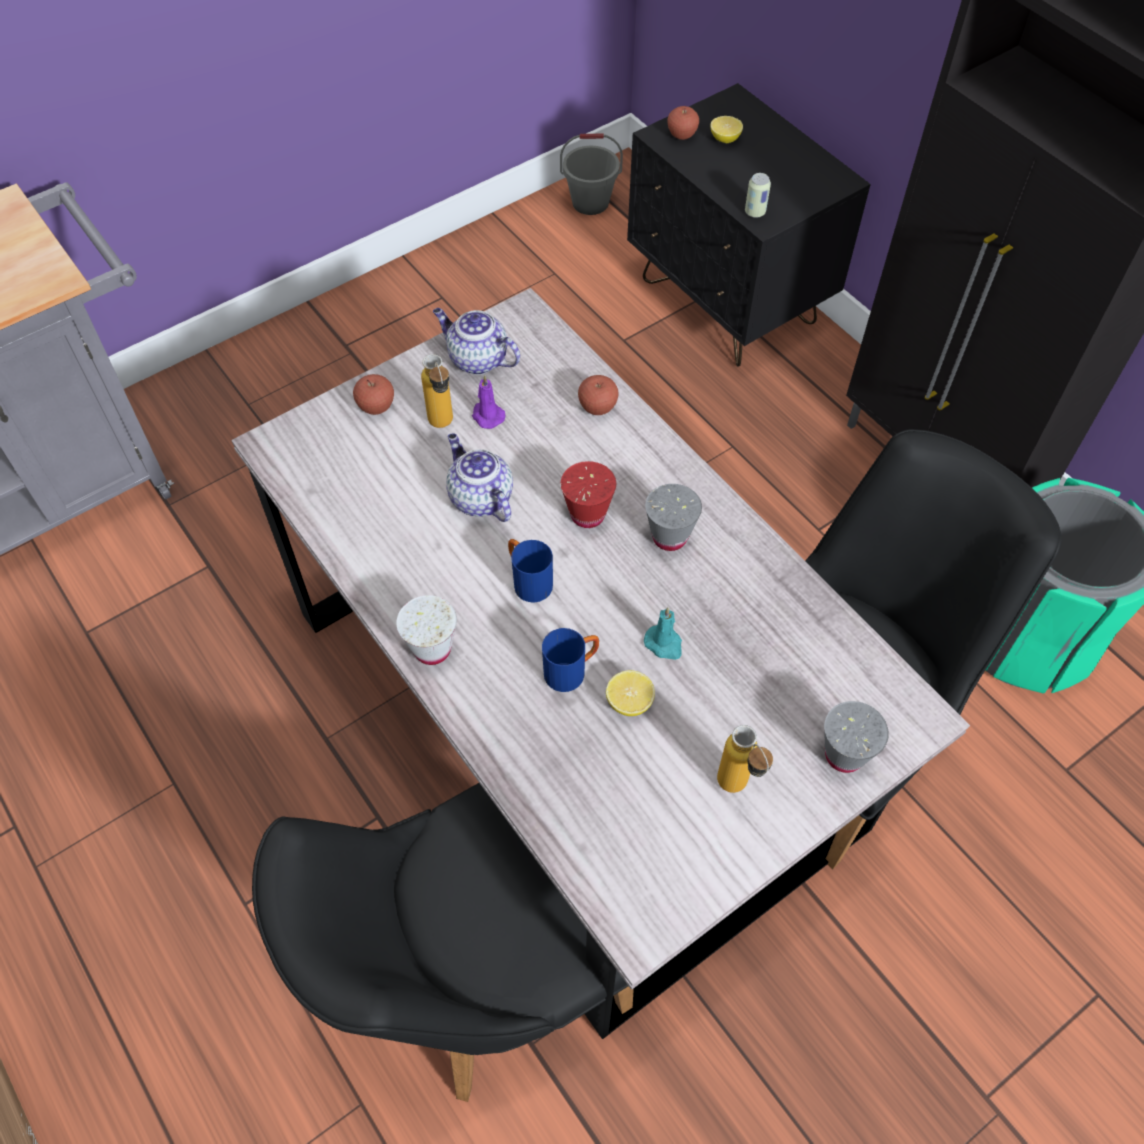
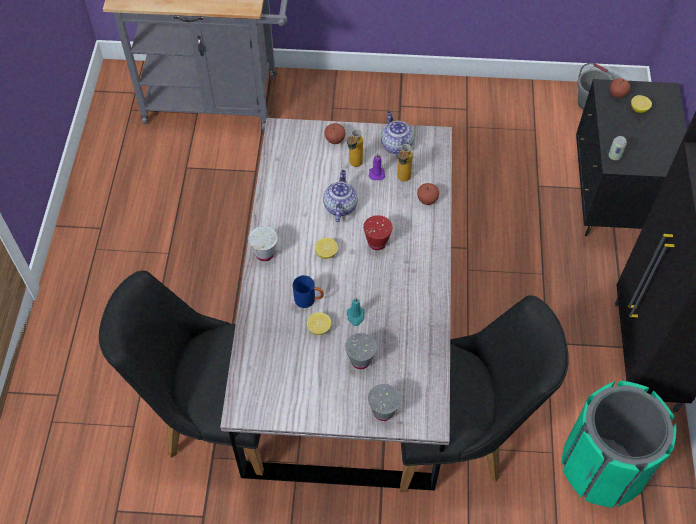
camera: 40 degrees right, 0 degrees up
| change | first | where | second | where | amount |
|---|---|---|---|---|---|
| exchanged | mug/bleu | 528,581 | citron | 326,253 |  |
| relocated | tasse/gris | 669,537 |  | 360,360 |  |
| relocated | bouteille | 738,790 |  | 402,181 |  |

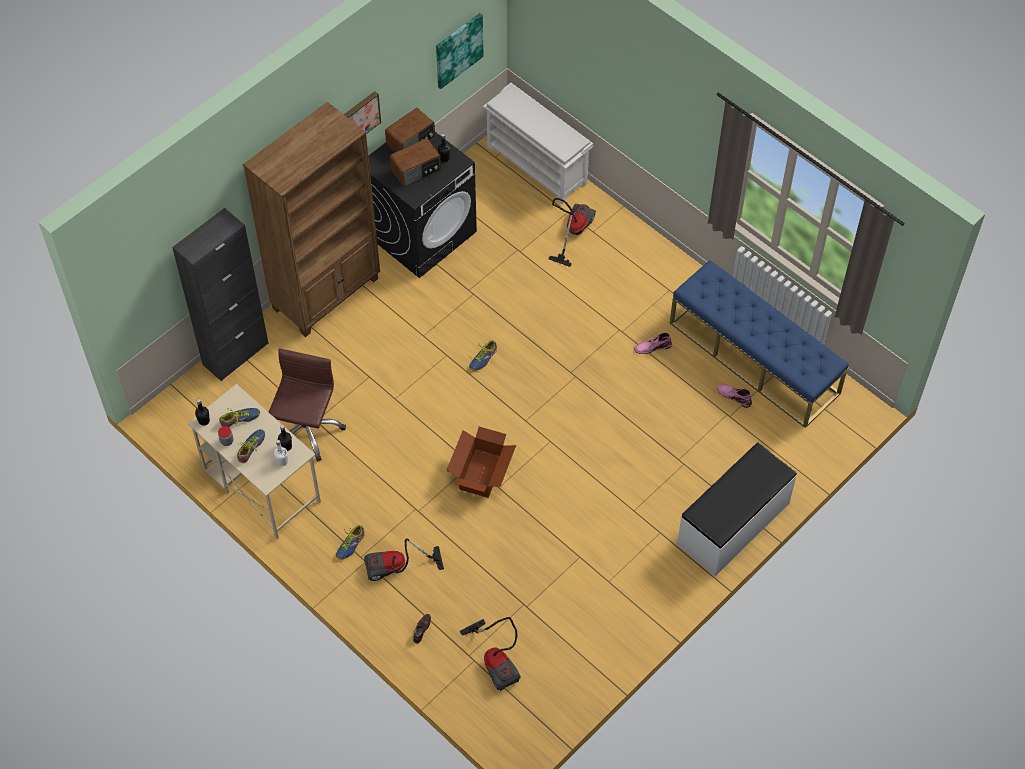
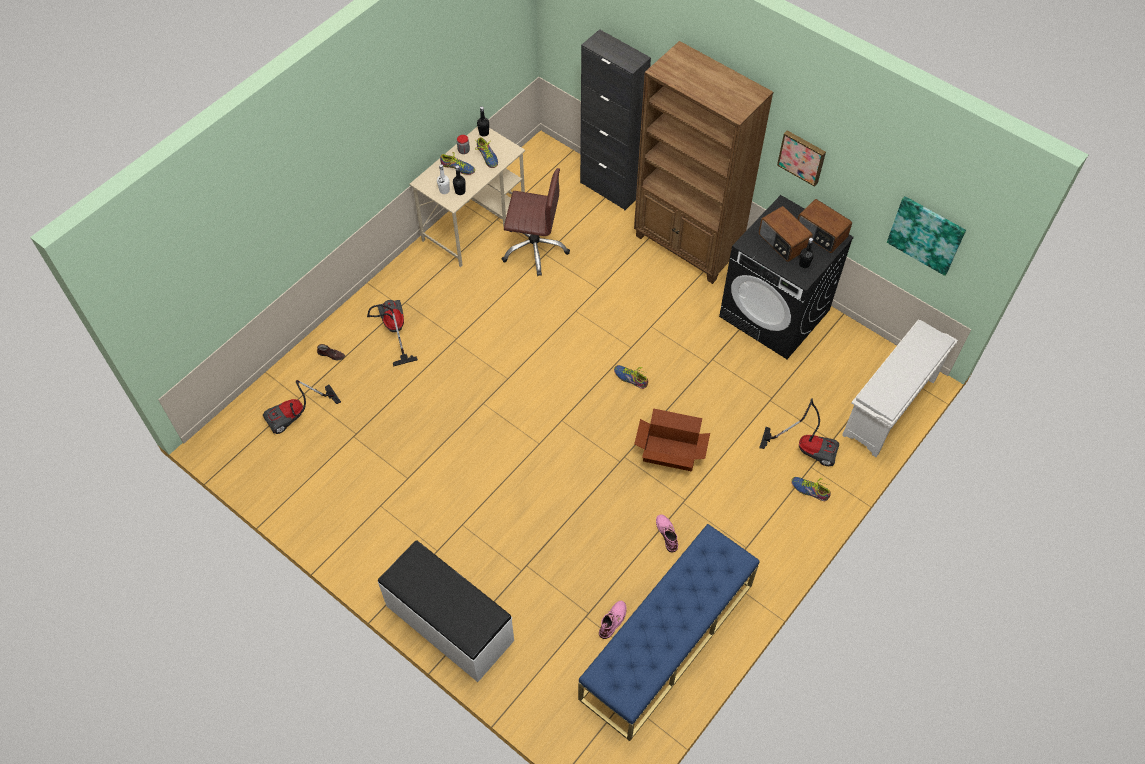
camera: 85 degrees right, 0 degrees up
| change | first | where | second | where | amount |
|---|---|---|---|---|---|
| relocated | carton | 482,473 |  | 670,453 |  |
| relocated | chaussure | 350,545 |  | 810,490 |  |

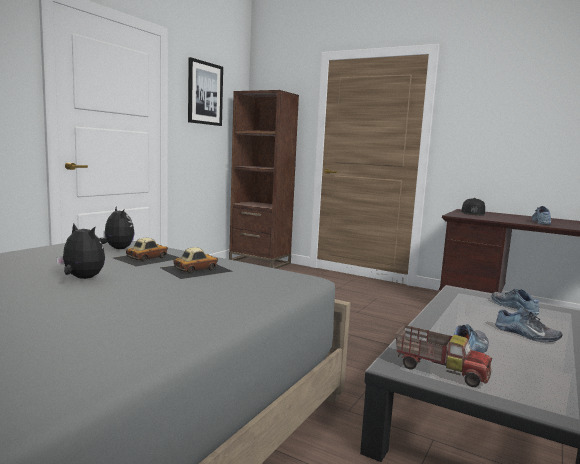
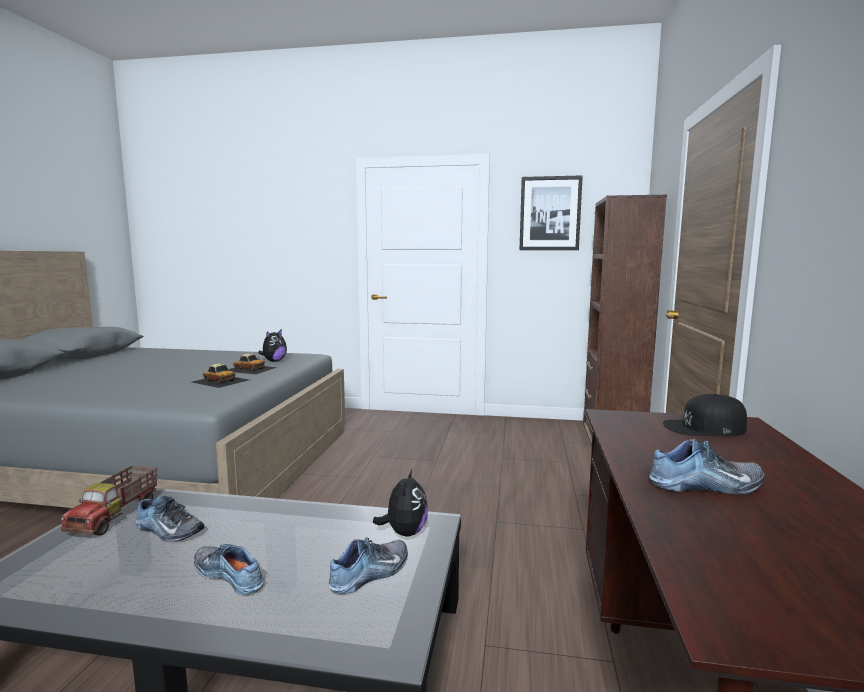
camera: 70 degrees right, 0 degrees up
| change | first | where | second | where | amount |
|---|---|---|---|---|---|
| spun | chaussure | 526,334 |  | 231,575 | 105 degrees clockwise |
| relocated | peluche | 82,278 |  | 404,532 |  |

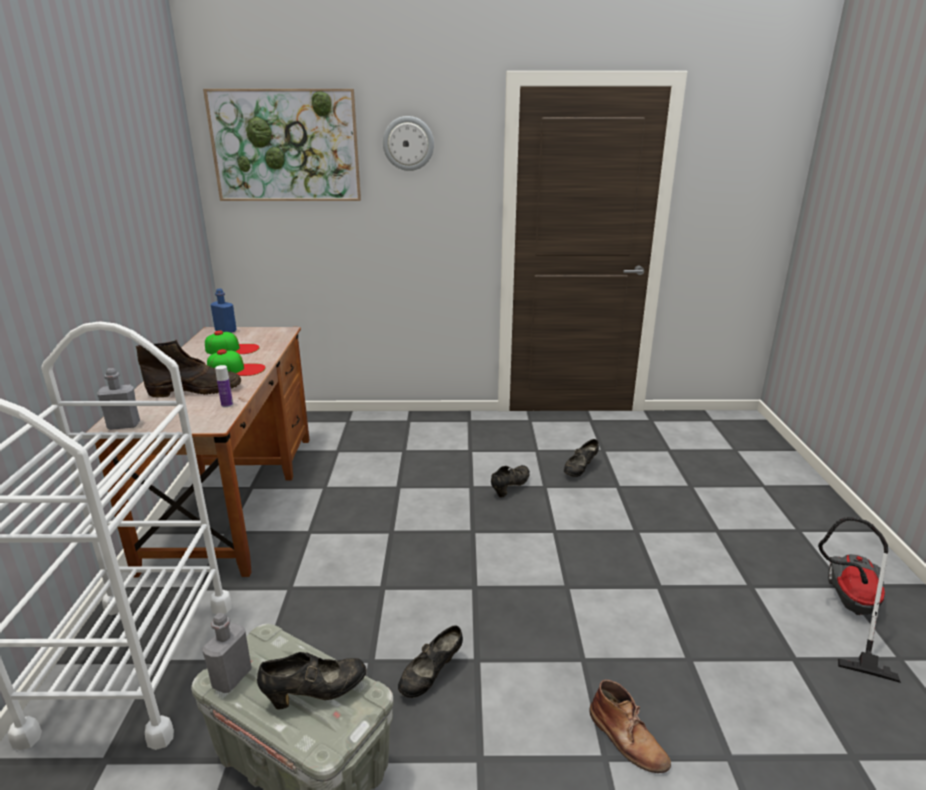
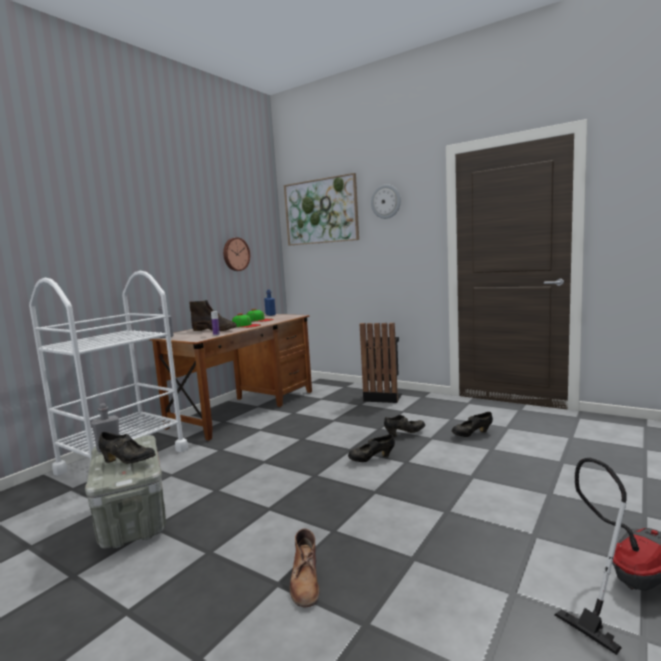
camera: 35 degrees right, 15 degrees down
| change | first | where | second | where | amount |
|---|---|---|---|---|---|
| appeared |  |  | horloge murale | 235,254 |  |
| relocated | chaussure/noir | 431,676 |  | 371,459 |  |
| appeared |  |  | poubelle/noir | 383,396 |  |

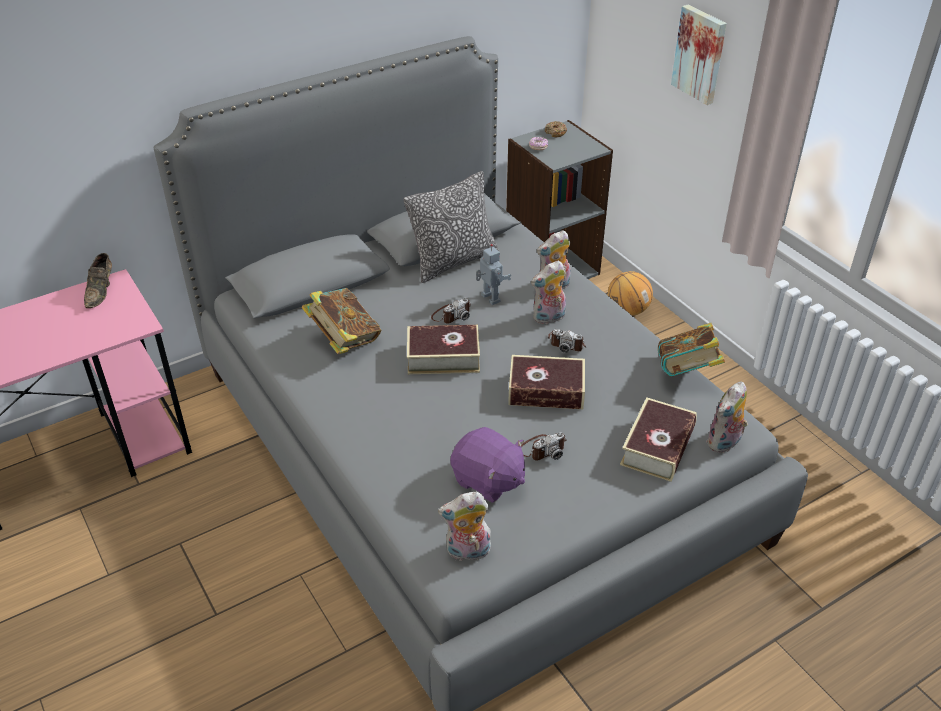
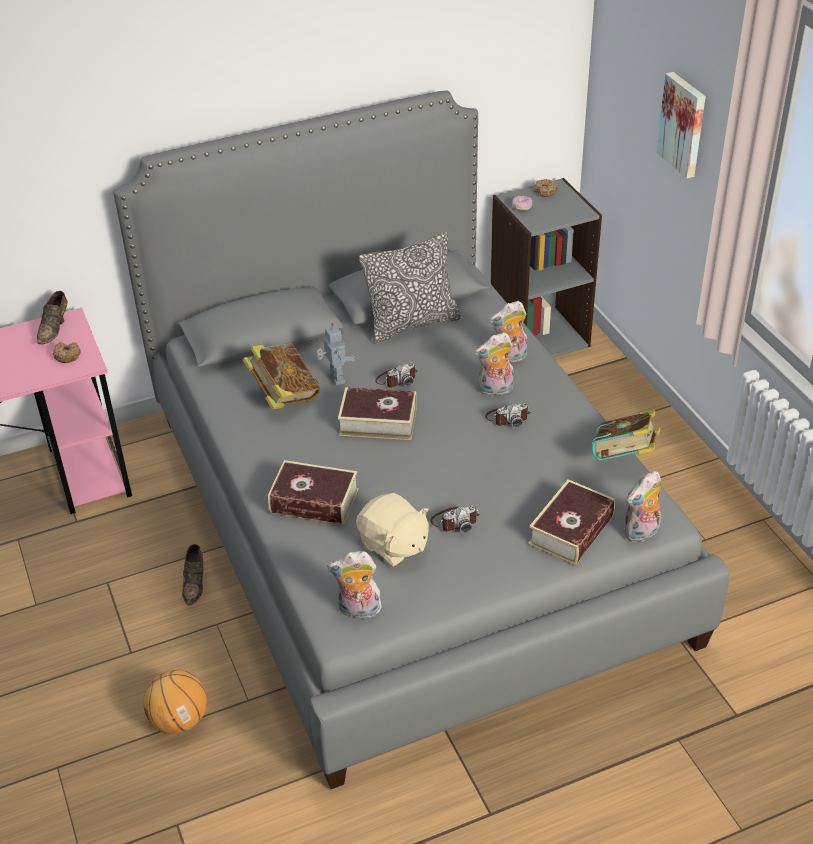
camera: 10 degrees right, 0 degrees up
| change | first | where | second | where | amount |
|---|---|---|---|---|---|
| appeared |  |  | beignet | 67,356 |  |
| relocated | ballon de basket | 627,311 |  | 179,720 |  |
| appeared |  |  | chaussure/marron | 195,583 |  |
| relocated | livre | 546,390 |  | 314,501 |  |
| relocated | robot jouet | 489,299 |  | 335,379 |  |
| colour | peluche/violet | 488,480 | peluche/beige | 393,545 |  |
| spun | appareil photo | 567,343 |  | 507,417 | 45 degrees counterclockwise |

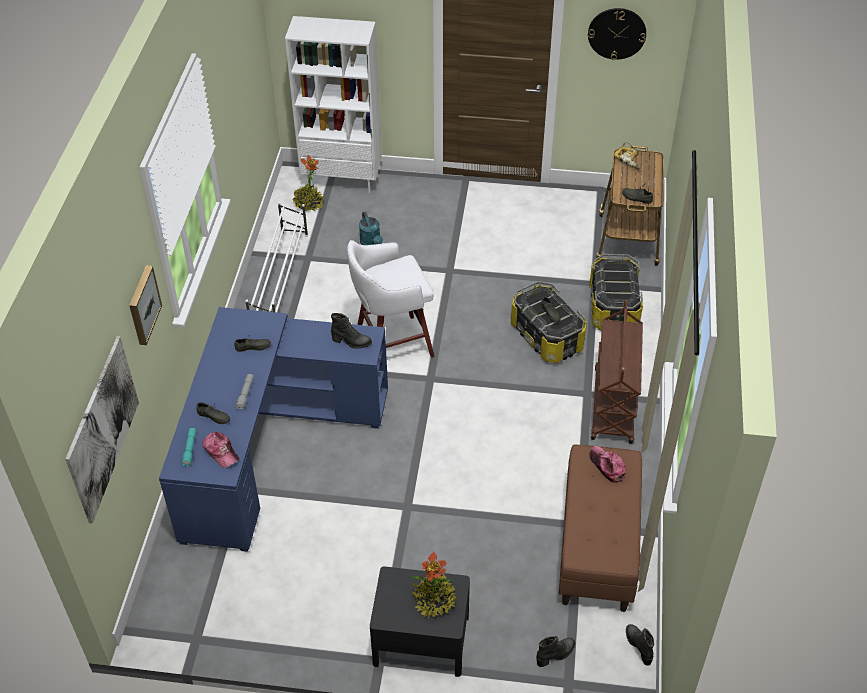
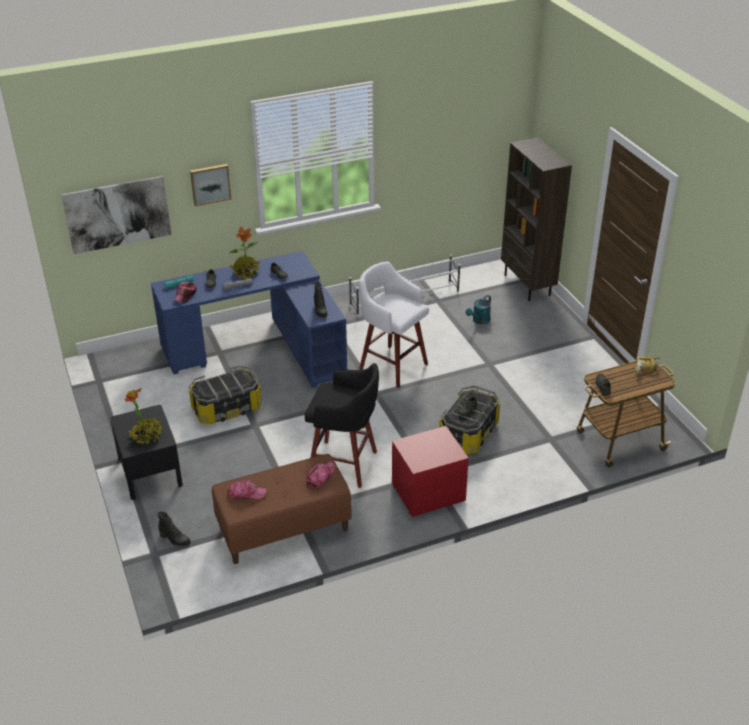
camera: 60 degrees right, 10 degrees down
| change | first | where | second | where | amount |
|---|---|---|---|---|---|
| relocated | boîte de rangement | 614,308 |  | 227,409 |  |
| appeared |  |  | casquette | 246,493 |  |
| relocated | plante en pot | 308,204 |  | 246,272 |  |
| appeared |  |  | tabouret/noir | 345,464 |  |
| exchanged | chariot/marron | 613,406 | table de chevet/rouge | 428,493 |  |
| colour | bibliothèque/blanc | 342,180 | bibliothèque/marron | 528,285 |  |
| missing | horloge murale | 617,33 |  |  |  |
| missing | botte/noir | 639,646 |  |  |  |

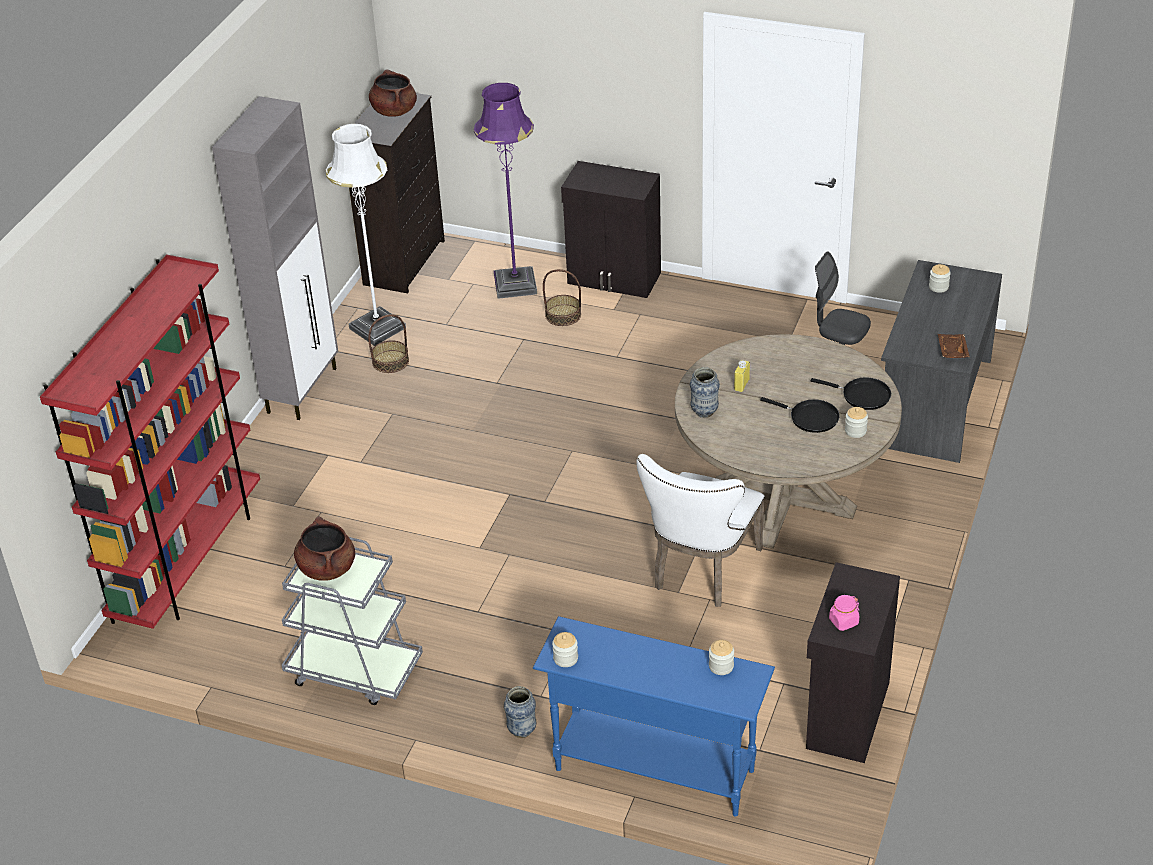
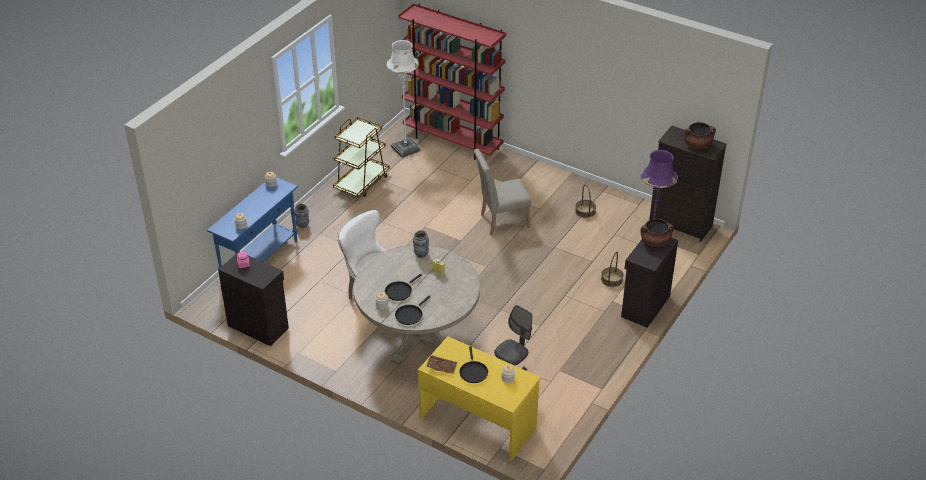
camera: 100 degrees right, 0 degrees up
| change | first | where | second | where | amount |
|---|---|---|---|---|---|
| colour | chariot/gris | 353,671 | chariot/marron | 362,182 |  |
| relocated | lampadaire/blanc | 377,328 |  | 405,148 |  |
| colour | bureau/gris | 934,402 | bureau/jaune | 478,422 |  |
| appeared |  |  | poêle/noir | 473,372 |  |
| appeared |  |  | chaise/beige | 500,221 |  |
| relocated | marmite/marron | 327,568 |  | 655,242 |  |
| missing | meuble de rangement/gris | 303,389 |  |  |  |

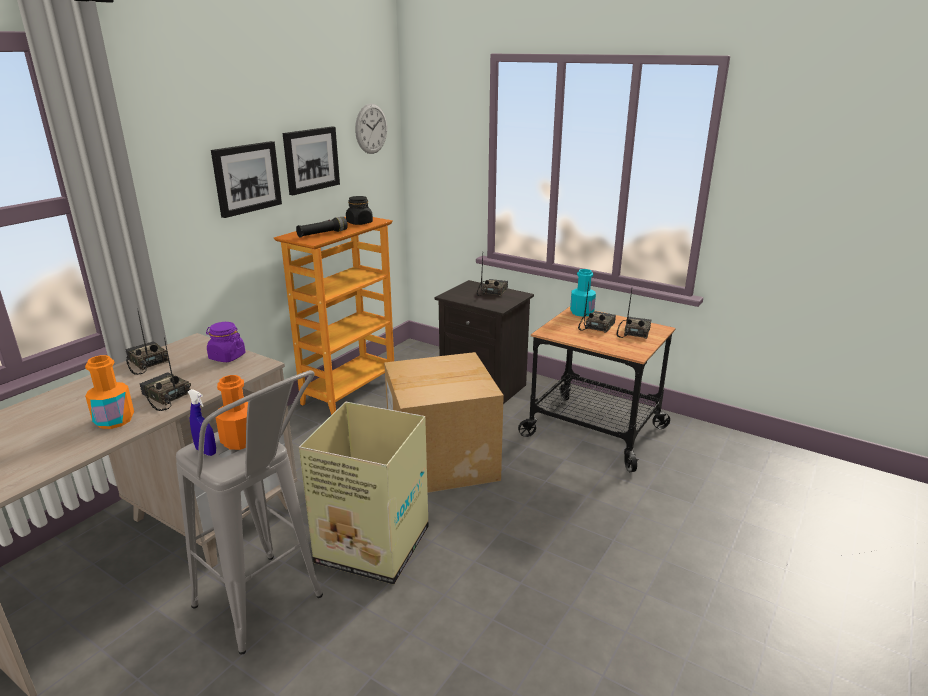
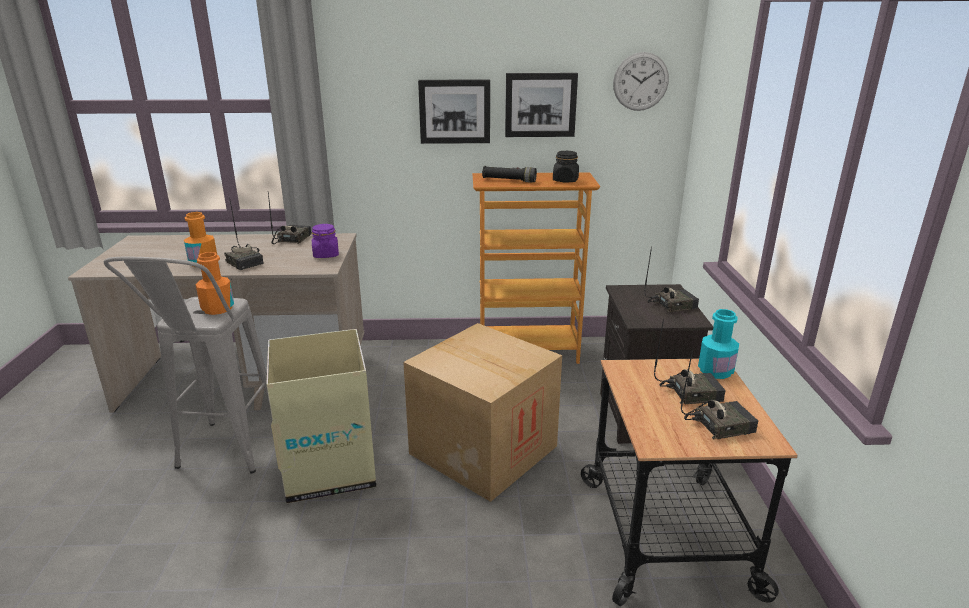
camera: 55 degrees right, 0 degrees up
| change | first | where | second | where | amount |
|---|---|---|---|---|---|
| spun | radio | 165,397 |  | 246,262 | 135 degrees clockwise |
| missing | vaporisateur/bleu | 206,451 |  |  |  |

